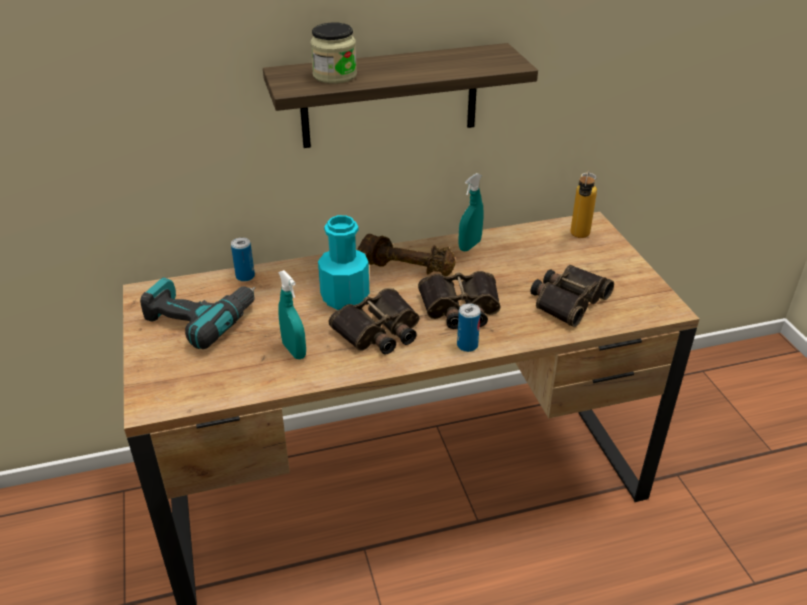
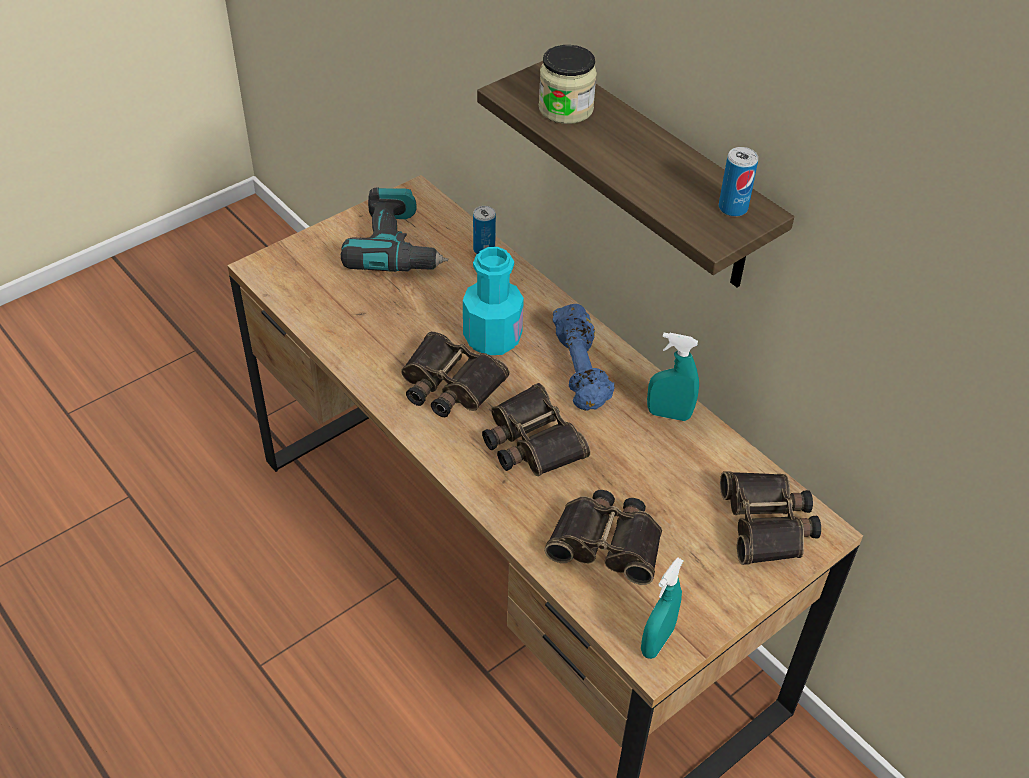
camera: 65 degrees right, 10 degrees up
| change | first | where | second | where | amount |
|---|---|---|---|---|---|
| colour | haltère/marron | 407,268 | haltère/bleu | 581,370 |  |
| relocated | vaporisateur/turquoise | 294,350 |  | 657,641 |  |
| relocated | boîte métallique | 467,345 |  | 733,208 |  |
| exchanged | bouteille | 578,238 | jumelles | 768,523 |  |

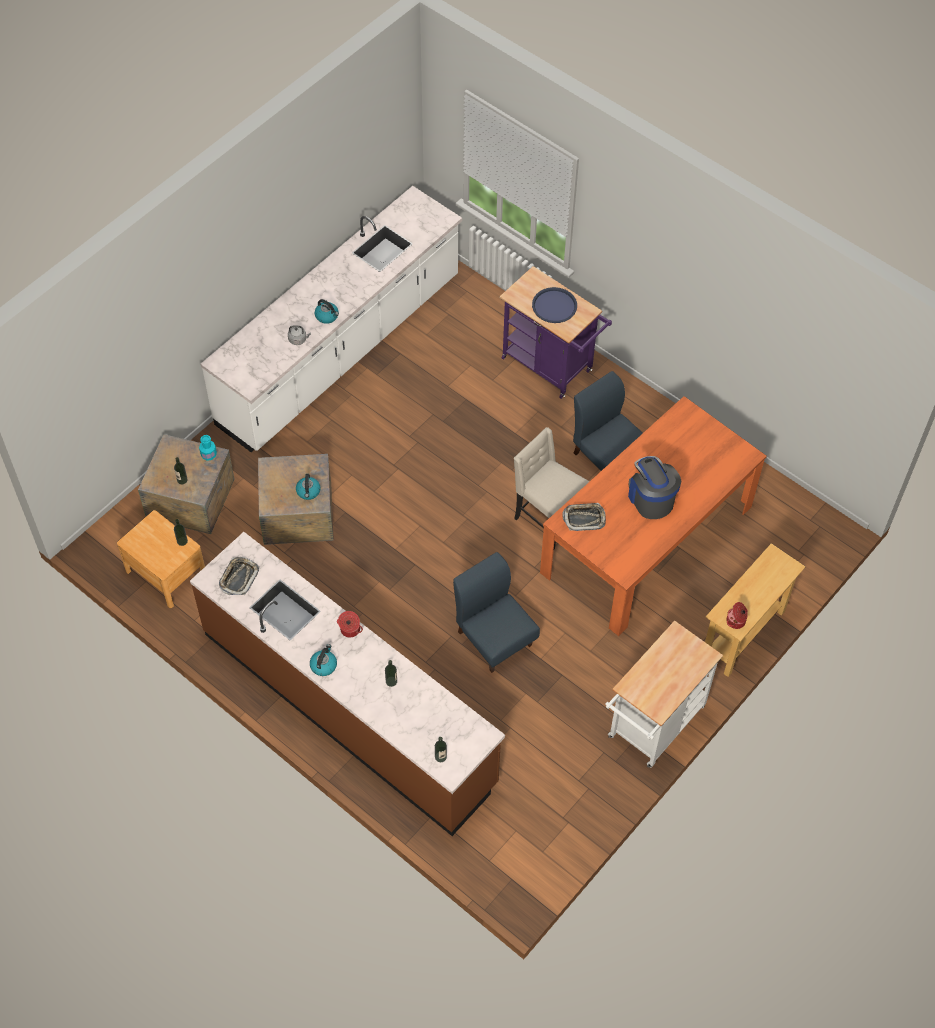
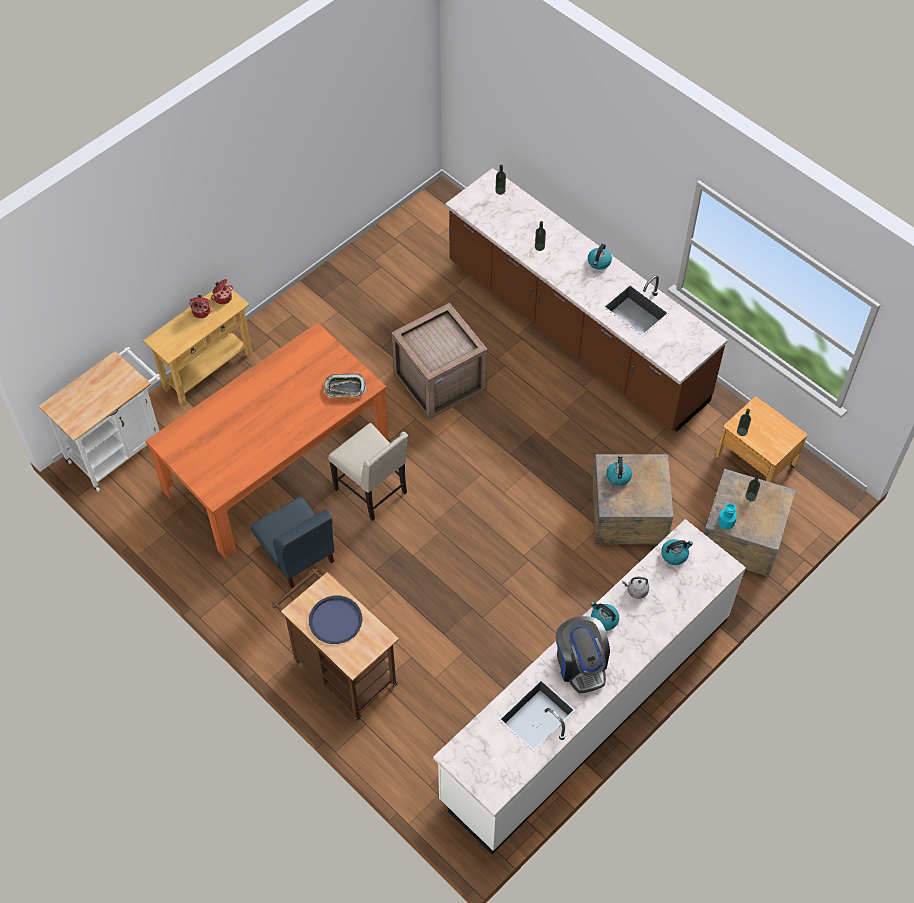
camera: 175 degrees left, 0 degrees up
| change | first | where | second | where | amount |
|---|---|---|---|---|---|
| relocated | chariot/blanc | 652,727 |  | 120,447 |  |
| relocated | marmite | 350,630 |  | 201,311 |  |
| colour | chariot/violet | 551,367 | chariot/marron | 341,669 |  |
| exchanged | chaise/bleu | 494,638 | caisse | 439,382 |  |
| relocated | machine à café | 650,498 |  | 581,664 |  |
| appeared |  |  | bouilloire | 674,554 |  |
| missing | plateau | 239,578 |  |  |  |

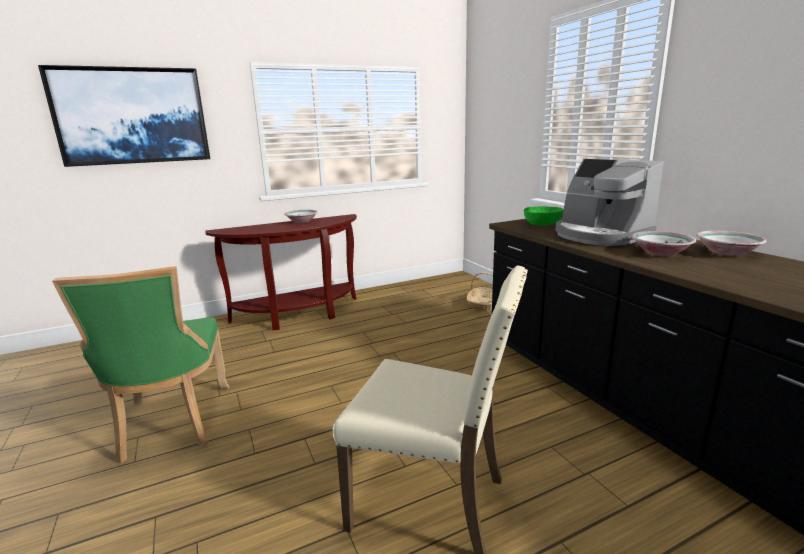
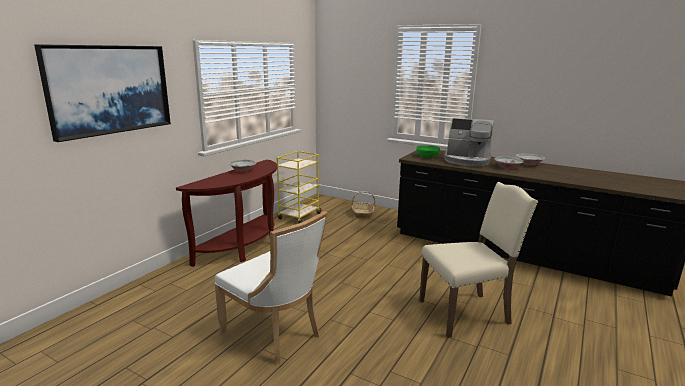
camera: 35 degrees left, 0 degrees up
| change | first | where | second | where | amount |
|---|---|---|---|---|---|
| colour | chaise/vert | 173,424 | chaise/blanc | 274,334 |  |
| appeared |  |  | chariot/jaune | 299,216 |  |

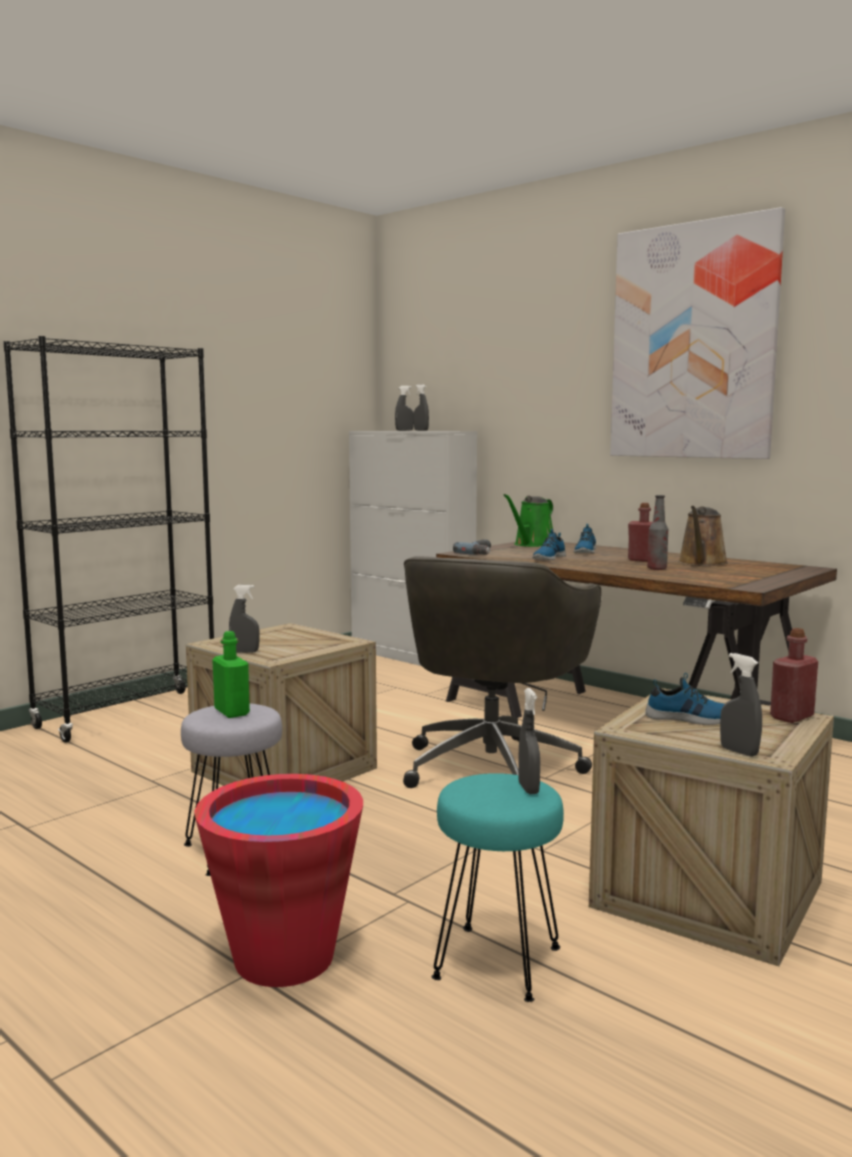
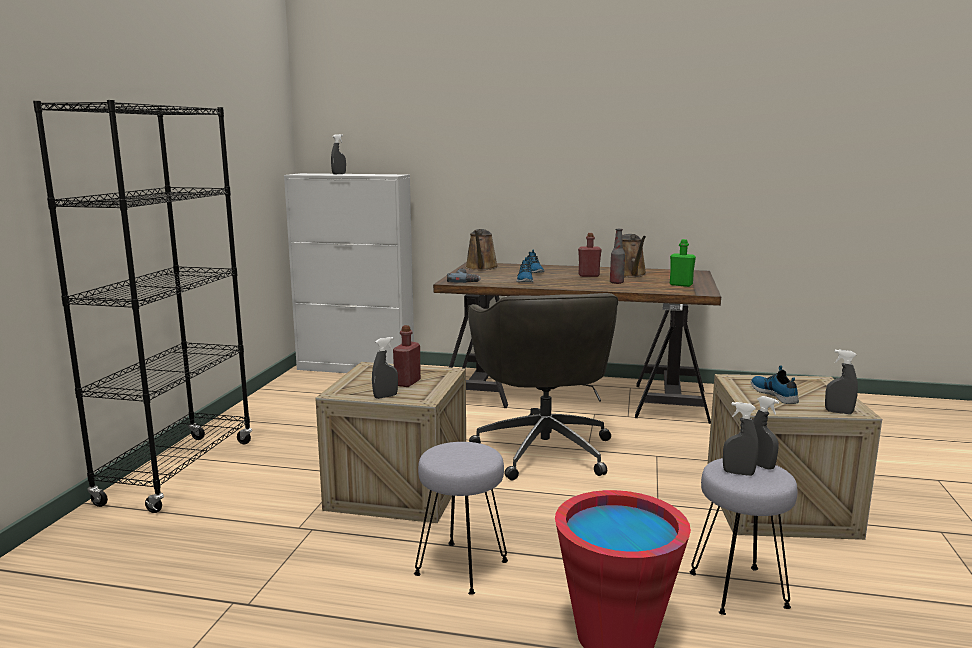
camera: 30 degrees left, 5 degrees up
| change | first | where | second | where | amount |
|---|---|---|---|---|---|
| relocated | bouteille/rouge | 792,717 |  | 407,383 |  |
| colour | arrosoir/vert | 532,544 | arrosoir/marron | 481,268 |  |
| relocated | bouteille/vert | 232,712 |  | 681,285 |  |
| colour | tabouret/turquoise | 498,961 | tabouret/gris | 738,589 |  |
| relocated | vaporisateur/gris | 421,430 |  | 738,473 |  |
| spun | chaussure | 691,719 |  | 774,394 | 90 degrees counterclockwise |
| missing | tableau | 693,342 |  |  |  |

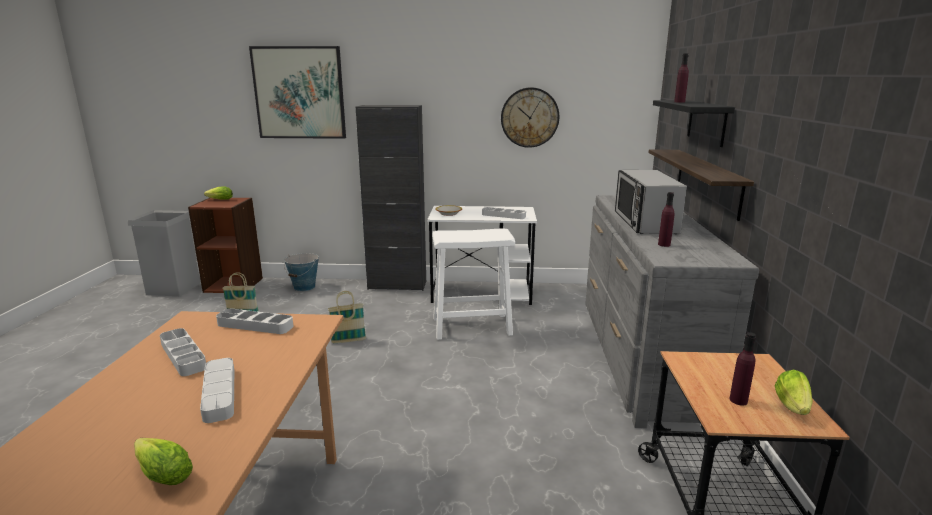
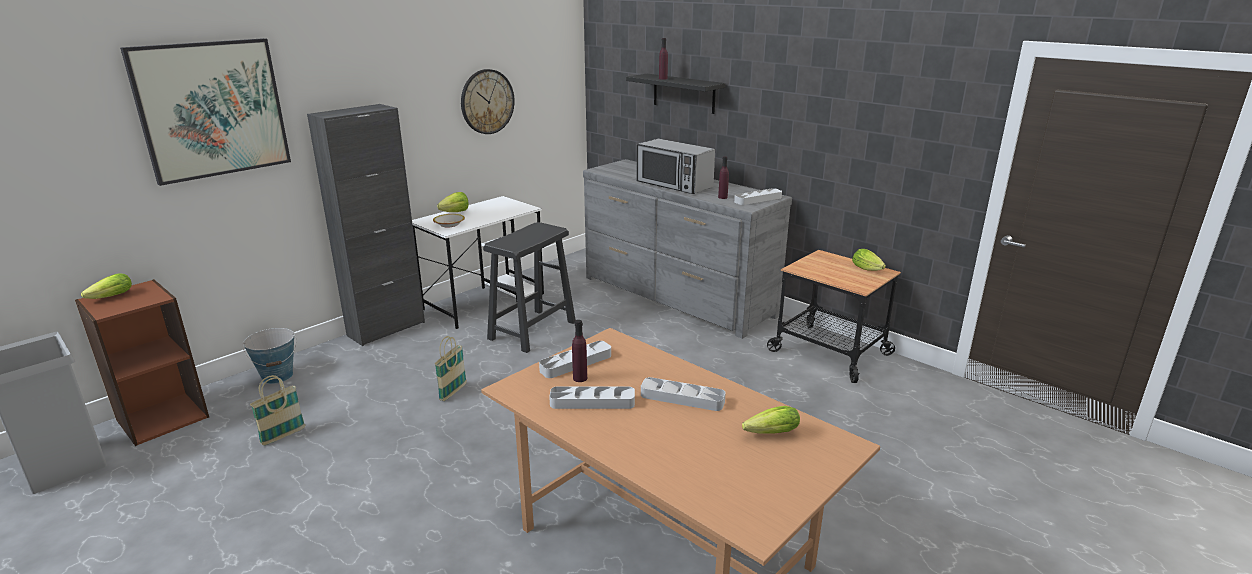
camera: 50 degrees left, 5 degrees up
| change | first | where | second | where | amount |
|---|---|---|---|---|---|
| appeared |  |  | laitue | 455,212 |  |
| colour | tabouret/blanc | 471,326 | tabouret/noir | 532,330 |  |
| relocated | bouteille/violet | 738,400 |  | 580,378 |  |
| relocated | plateau/gris | 503,215 |  | 758,199 |  |
| missing | étagère | 707,181 |  |  |  |

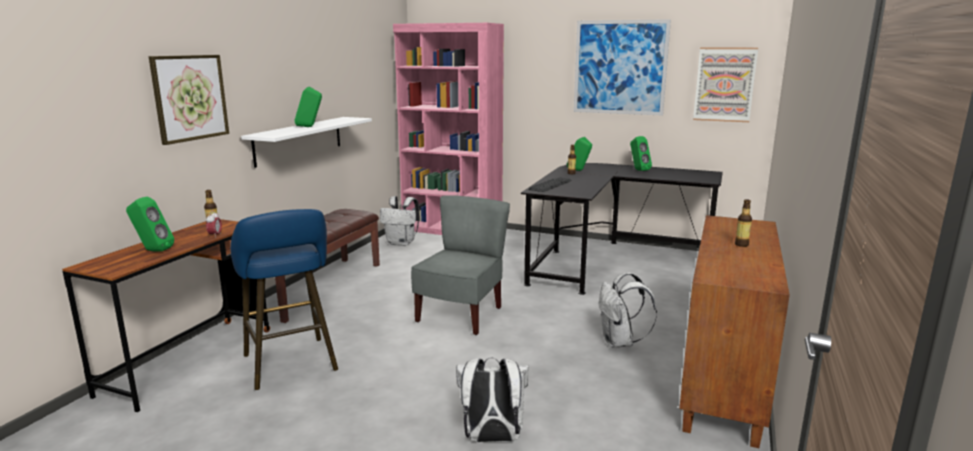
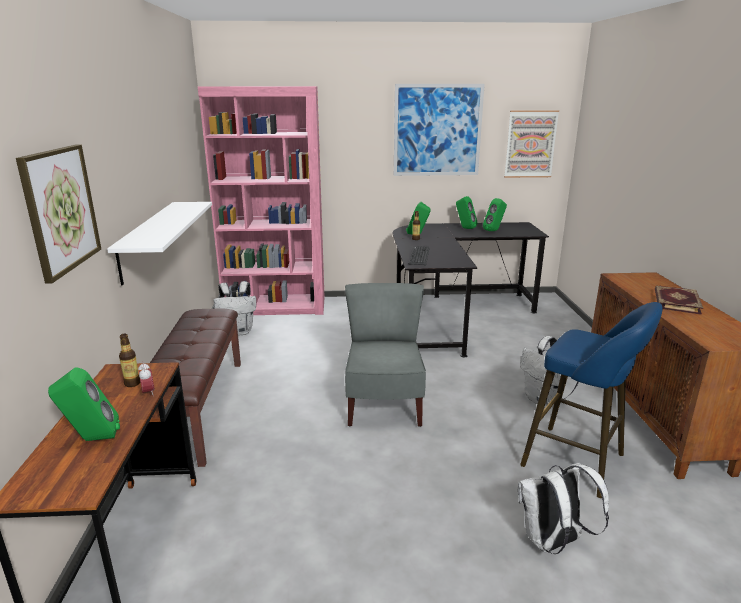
camera: 25 degrees left, 5 degrees up
| change | first | where | second | where | amount |
|---|---|---|---|---|---|
| relocated | enceinte/vert | 309,127 |  | 494,230 |  |
| relocated | tabouret/bleu | 291,365 |  | 579,462 |  |
| exchanged | bouteille | 741,245 | livre | 675,302 |  |

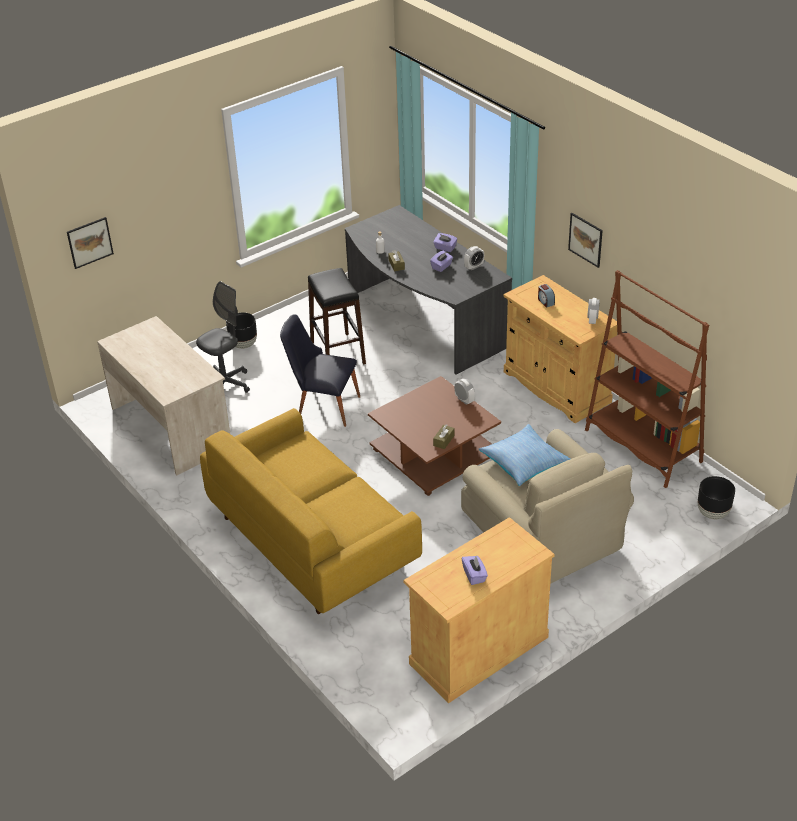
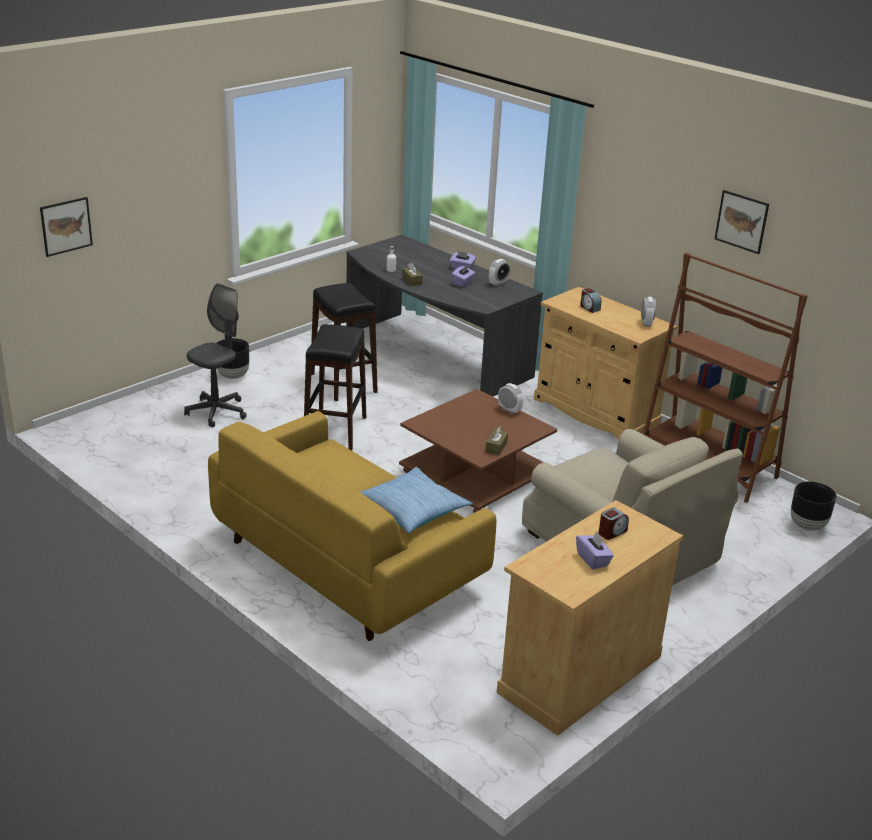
camera: 10 degrees left, 10 degrees down
| change | first | where | second | where | amount |
|---|---|---|---|---|---|
| exchanged | chaise/noir | 322,405 | tabouret/noir | 335,430 |  |
| relocated | coussin | 524,461 |  | 412,509 |  |
| appeared |  |  | réveil | 612,532 |  |
| relocated | tableau | 585,239 |  | 741,221 |  |
| missing | bureau/beige | 172,427 |  |  |  |

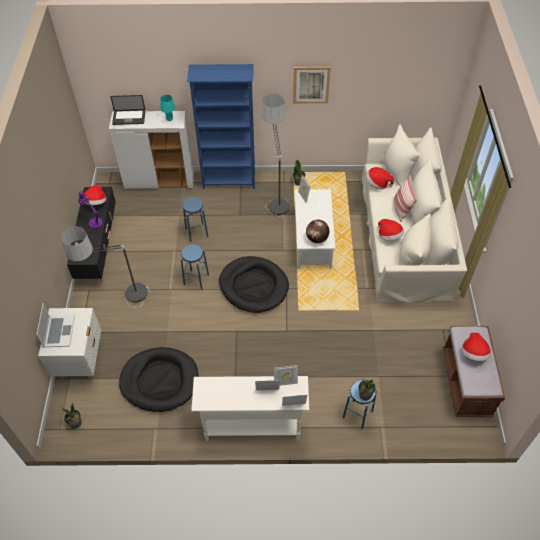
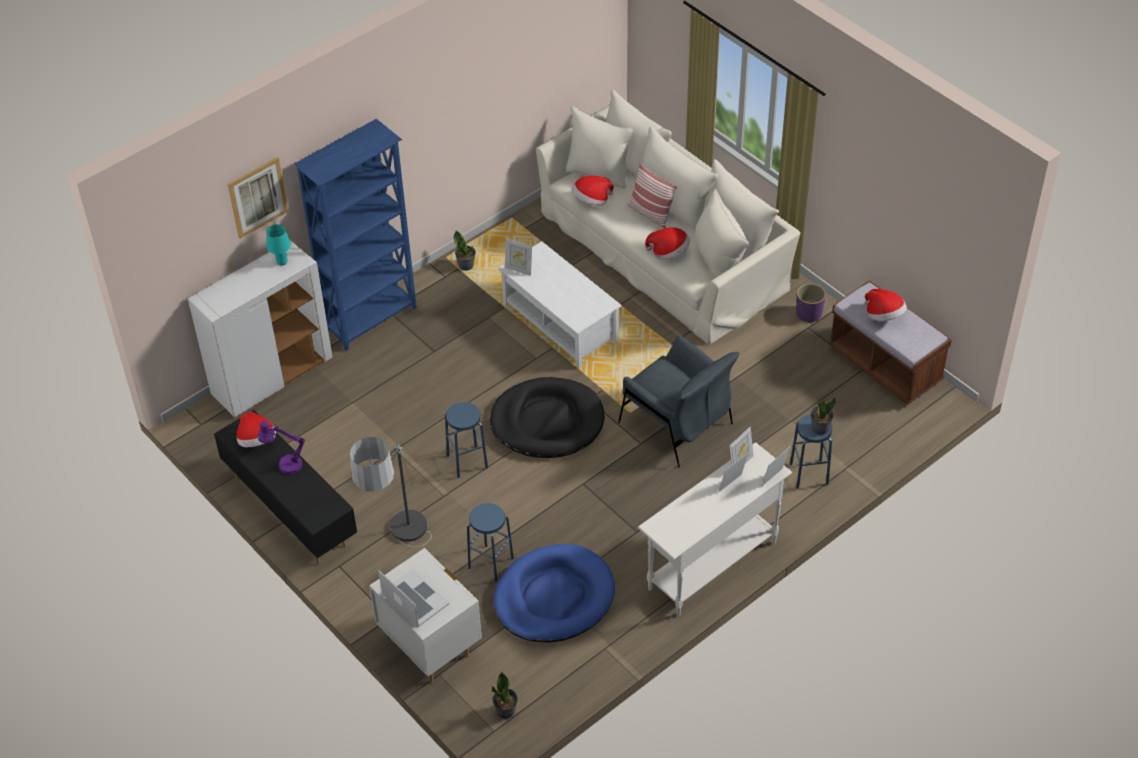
camera: 40 degrees left, 5 degrees down
| change | first | where | second | where | amount |
|---|---|---|---|---|---|
| relocated | tableau | 311,85 |  | 257,197 |  |
| relocated | tabouret/bleu | 196,232 |  | 490,563 |  |
| colour | panier pour chien/noir | 160,381 | panier pour chien/bleu | 554,597 |  |
| appeared |  |  | fauteuil/gris | 676,424 |  |
| appeared |  |  | cache-pot/violet | 809,313 |  |
| missing | ordinateur portable | 129,118 |  |  |  |
| missing | lampadaire | 275,195 |  |  |  |
| missing | globe | 317,239 |  |  |  |

